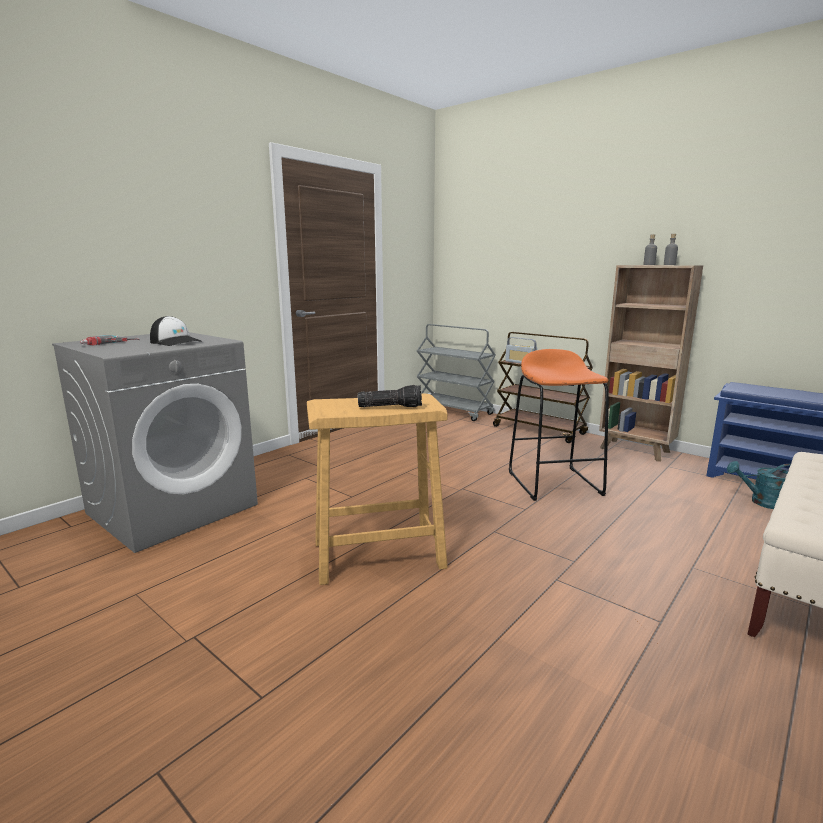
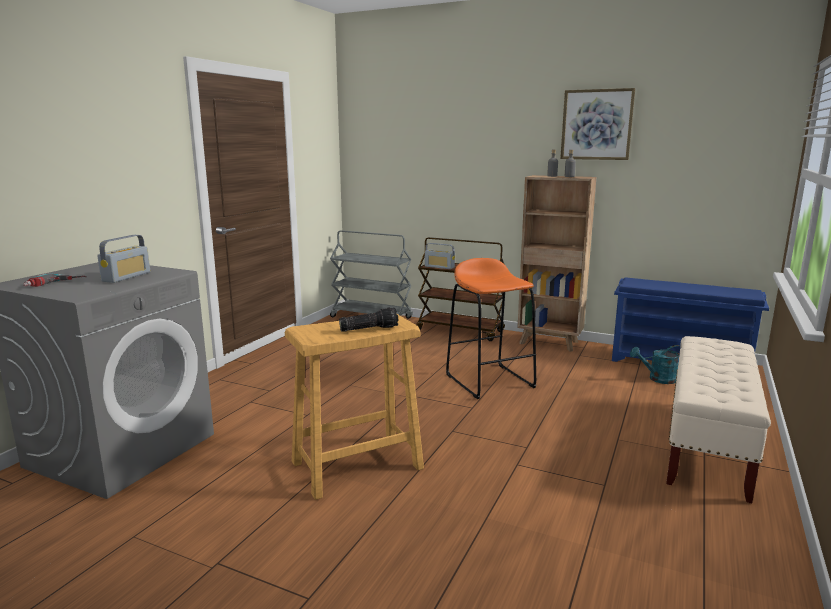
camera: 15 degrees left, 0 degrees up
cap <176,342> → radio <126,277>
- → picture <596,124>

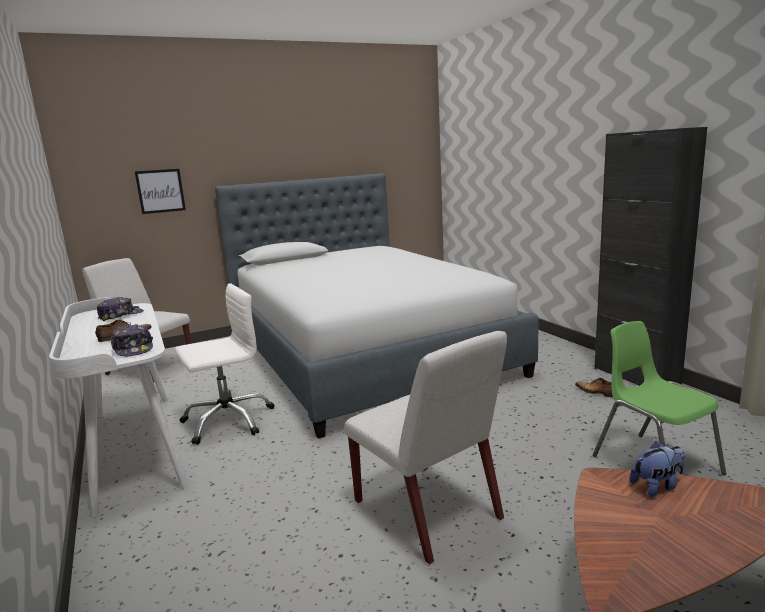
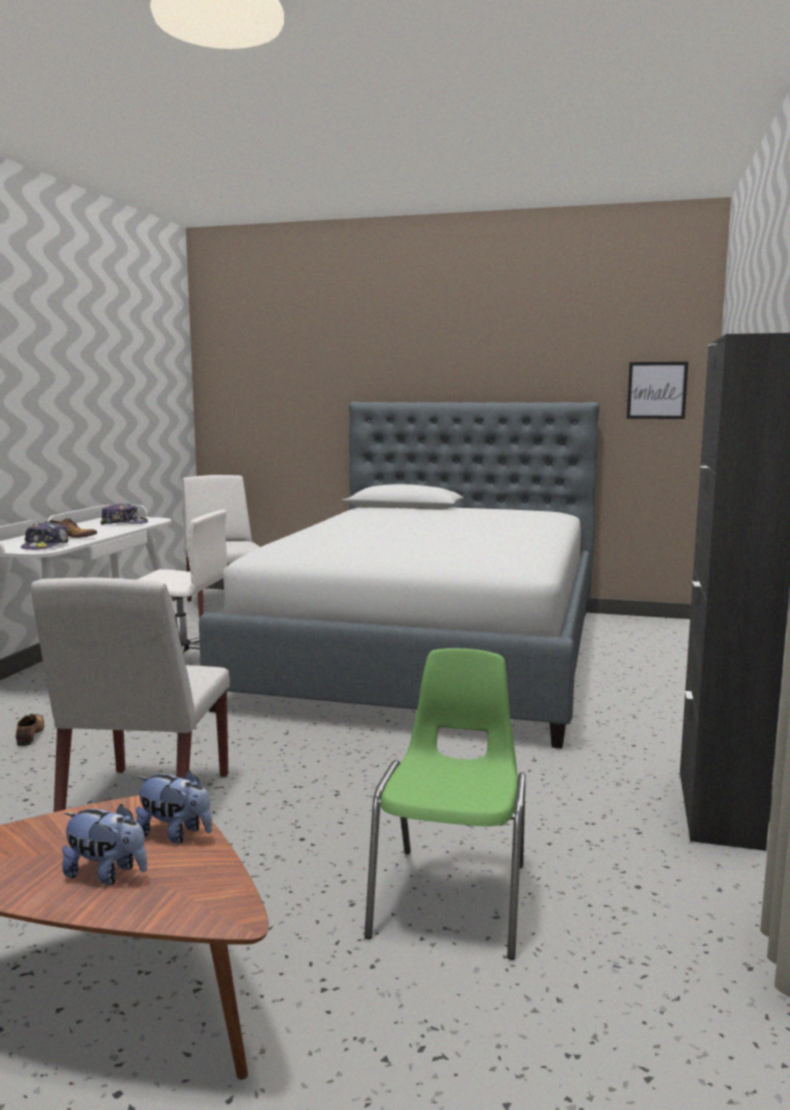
camera: 40 degrees right, 5 degrees down
shoe <596,392> → shoe <30,735>, shifted
- → plush toy <107,874>
picture <160,191> → picture <657,390>, shifted

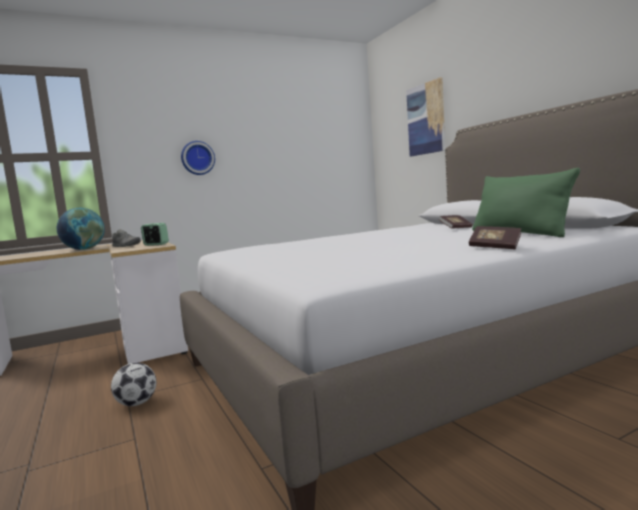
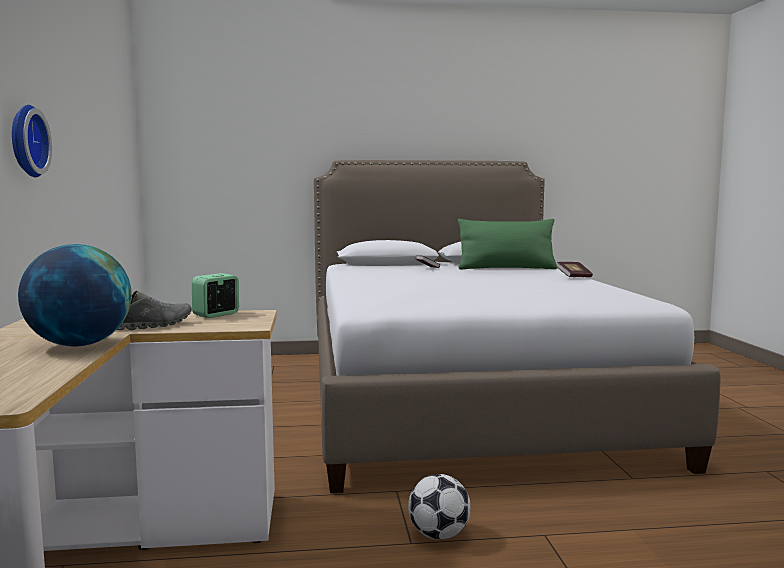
camera: 70 degrees left, 0 degrees up
picture <426,119> → -

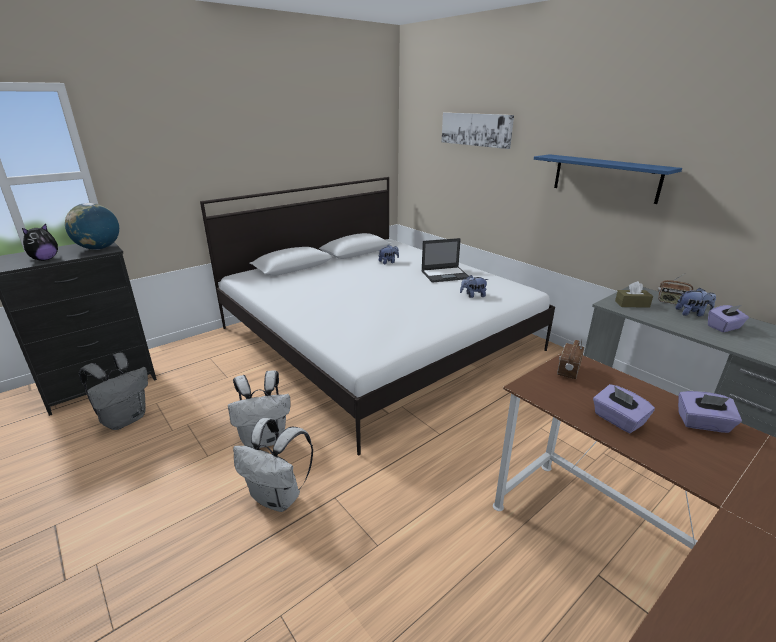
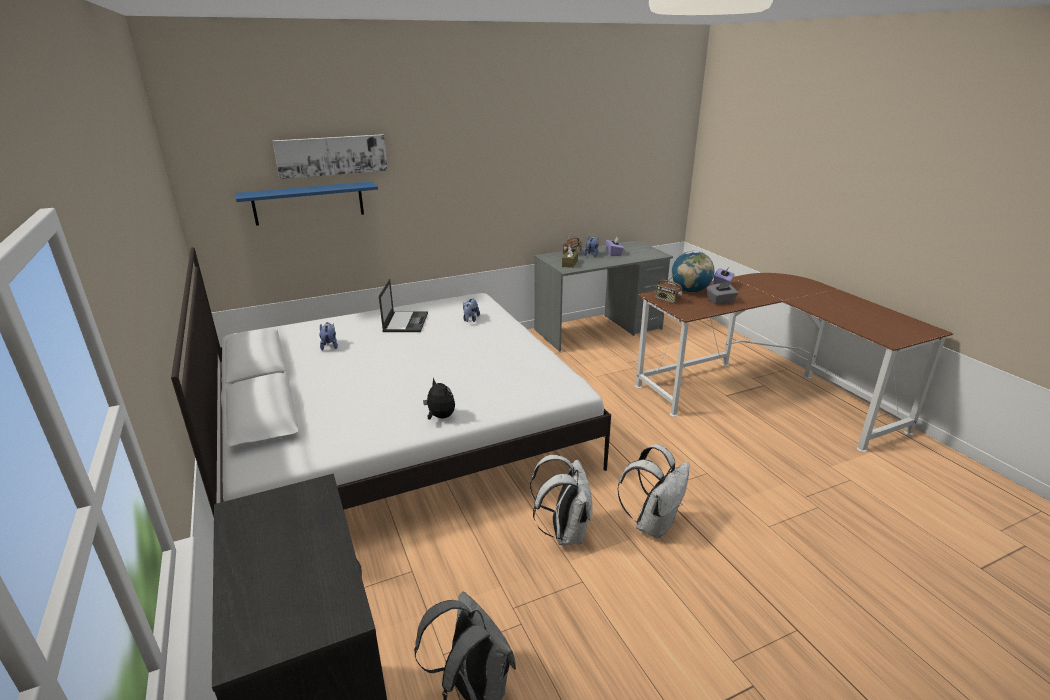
camera: 75 degrees left, 0 degrees up
blue shelf <605,178> → blue shelf <309,203>, shifted
plush toy <45,259> → plush toy <440,417>, shifted
globe <99,248> → globe <690,291>, shifted
purple tissue box <617,420> → grey tissue box <721,301>

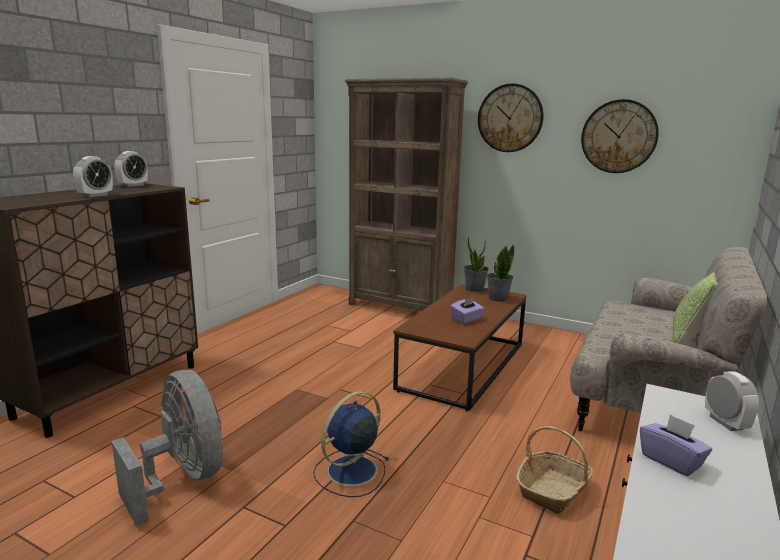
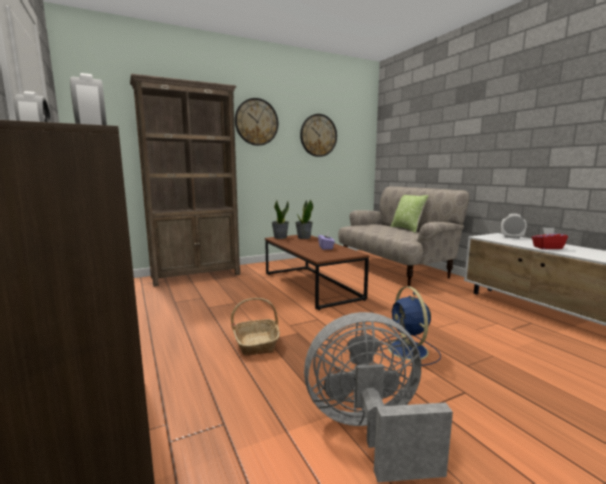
camera: 55 degrees left, 5 degrees down
basket <553,490> → basket <256,343>, shifted
purple tissue box <671,461> → red tissue box <547,247>

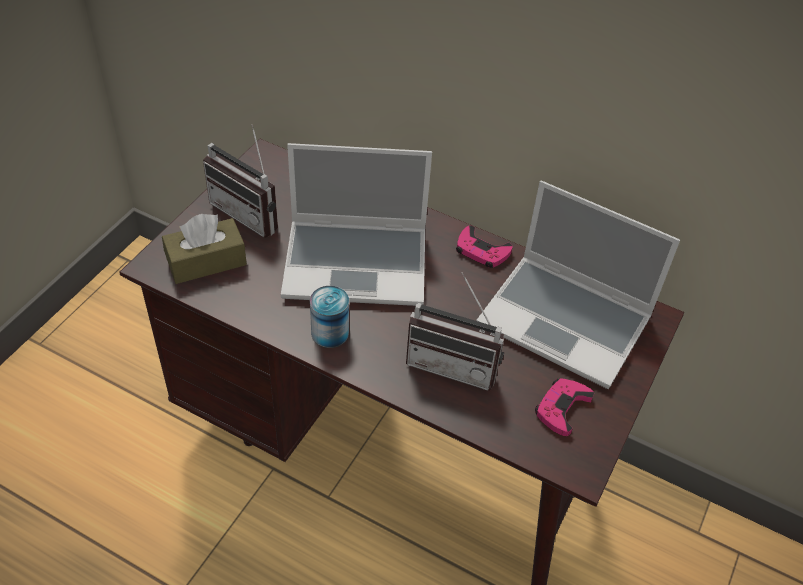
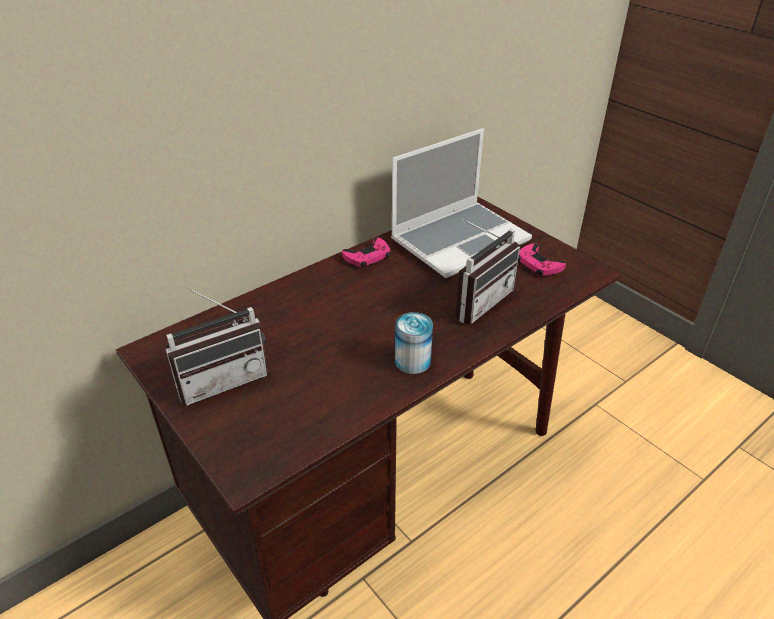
camera: 65 degrees left, 10 degrees down
brown tissue box <206,261> → -
laptop <358,263> → -

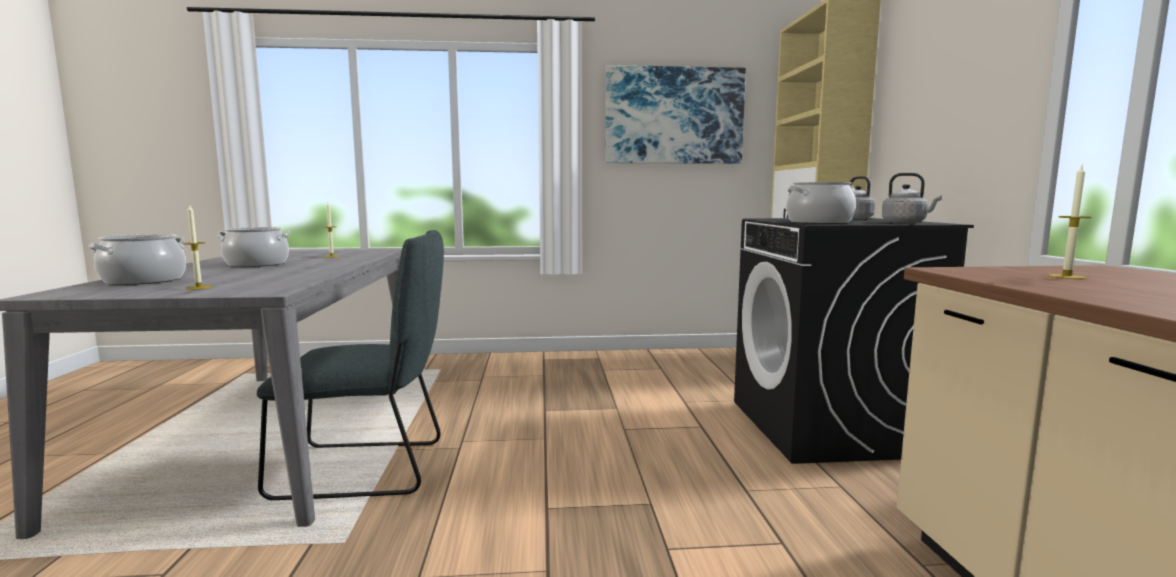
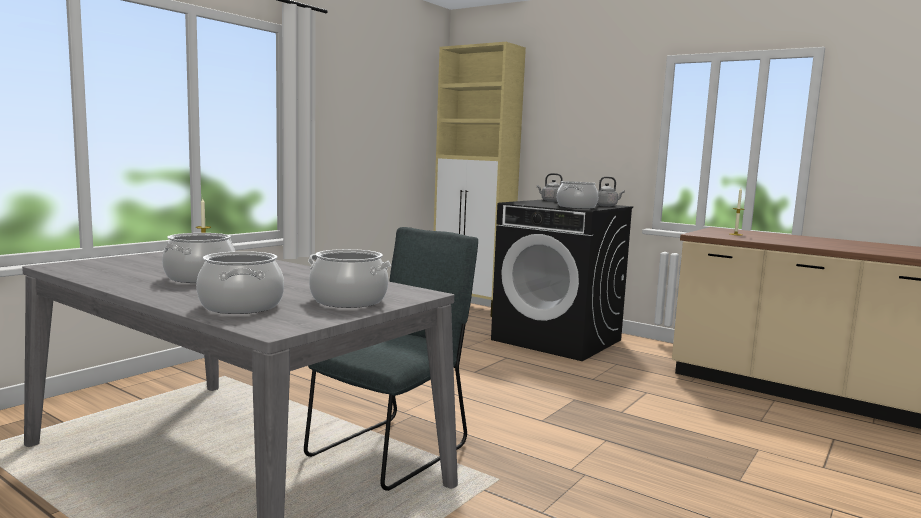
camera: 50 degrees left, 0 degrees up
candle <198,287> → cooking pot <348,301>
picture <674,116> → -

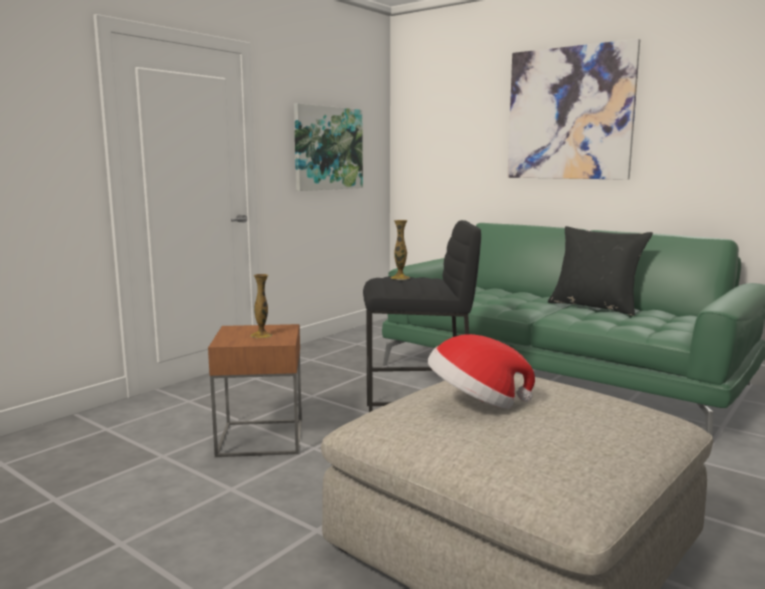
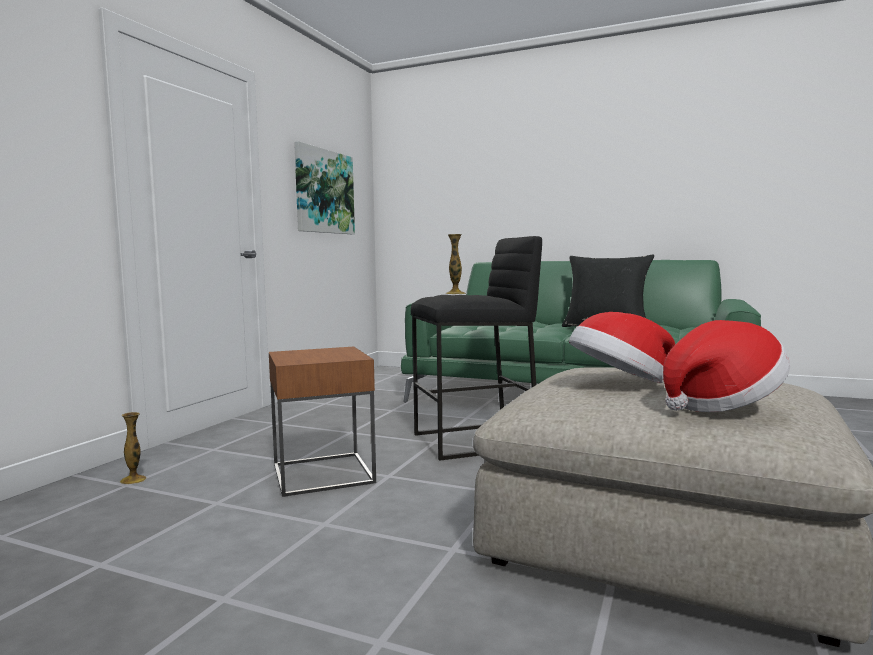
camera: 15 degrees left, 5 degrees down
vase <261,335> → vase <133,480>, shifted
- → hat <720,404>
picture <569,113> → -

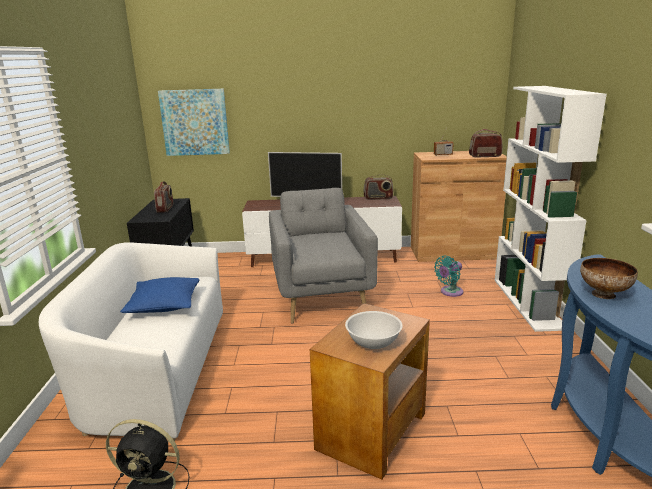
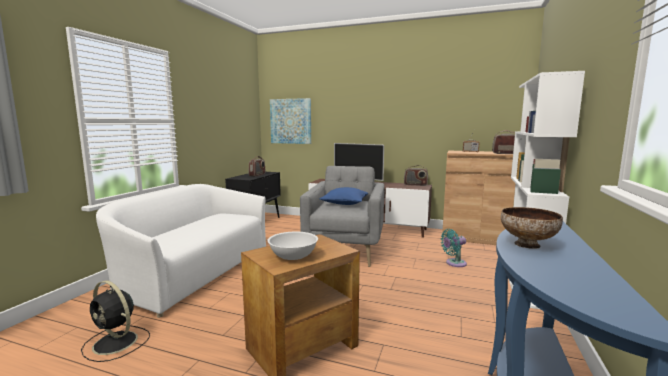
camera: 20 degrees right, 10 degrees down
blue pillow <164,305> → blue pillow <344,203>, shifted

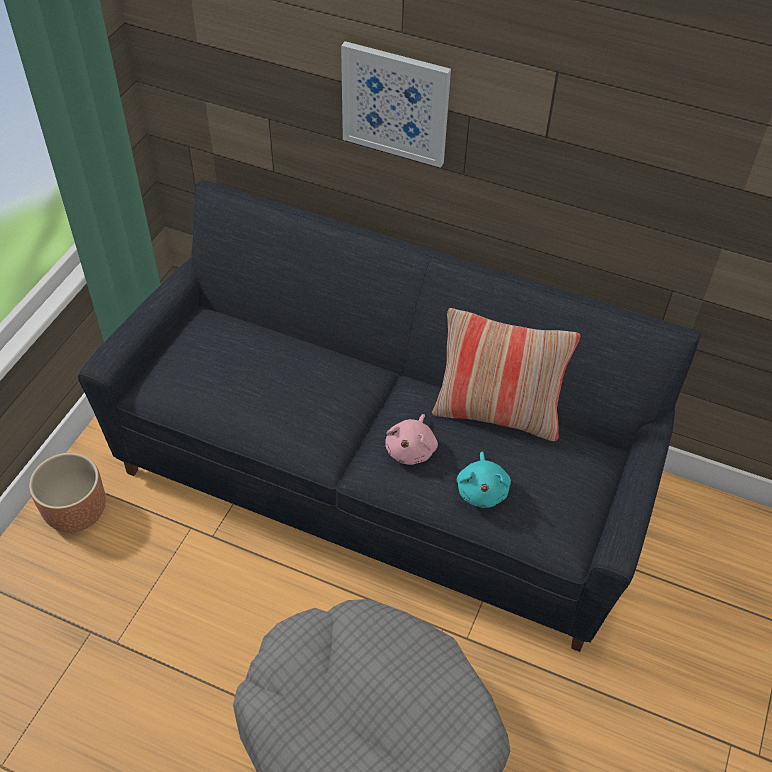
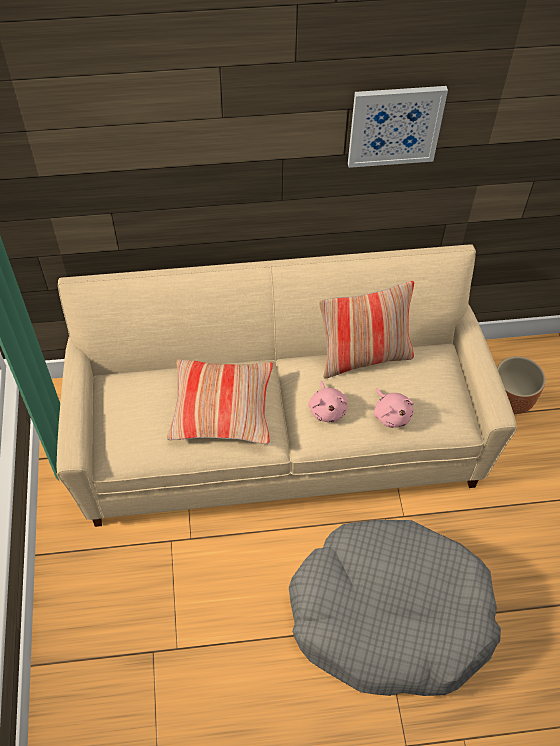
camera: 30 degrees left, 5 degrees up
black sofa <383,475> → beige sofa <278,434>
- → pillow <222,408>
picture <395,103> → picture <395,125>, shifted
turquoise plush toy <482,490> → pink plush toy <391,414>
brown planter <76,511> → brown planter <510,399>, shifted

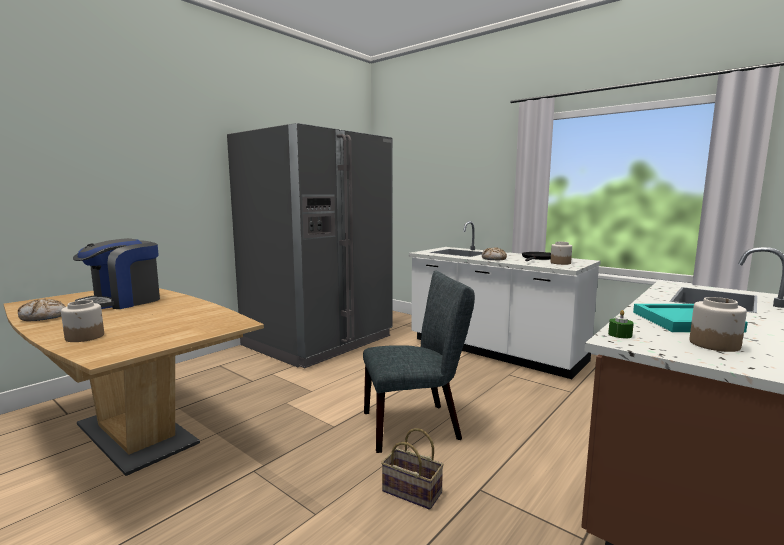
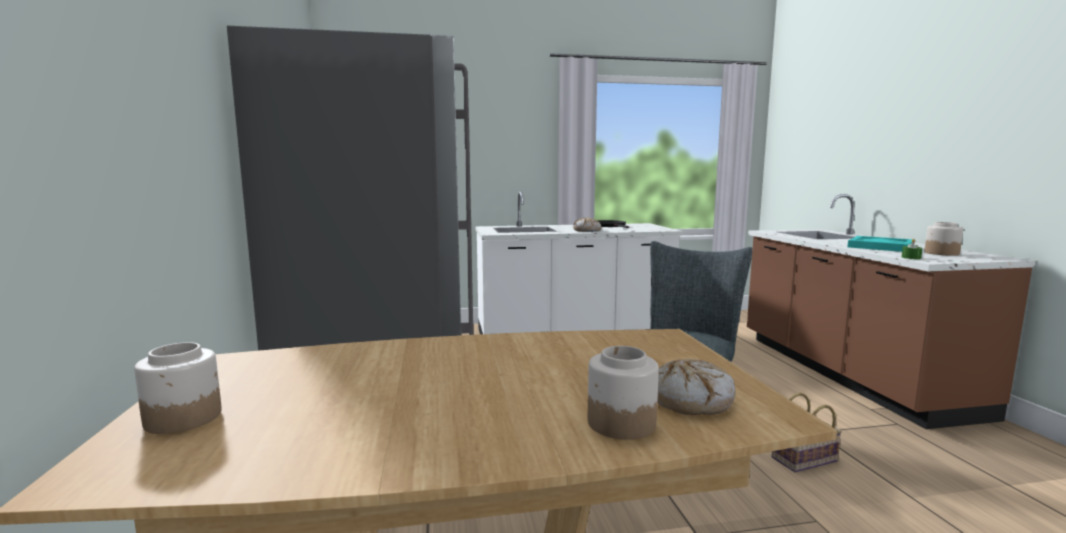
camera: 50 degrees left, 0 degrees up
jar <560,263> → jar <184,418>, shifted
bread <44,317> → bread <691,400>, shifted
coffee machine <123,302> → -

